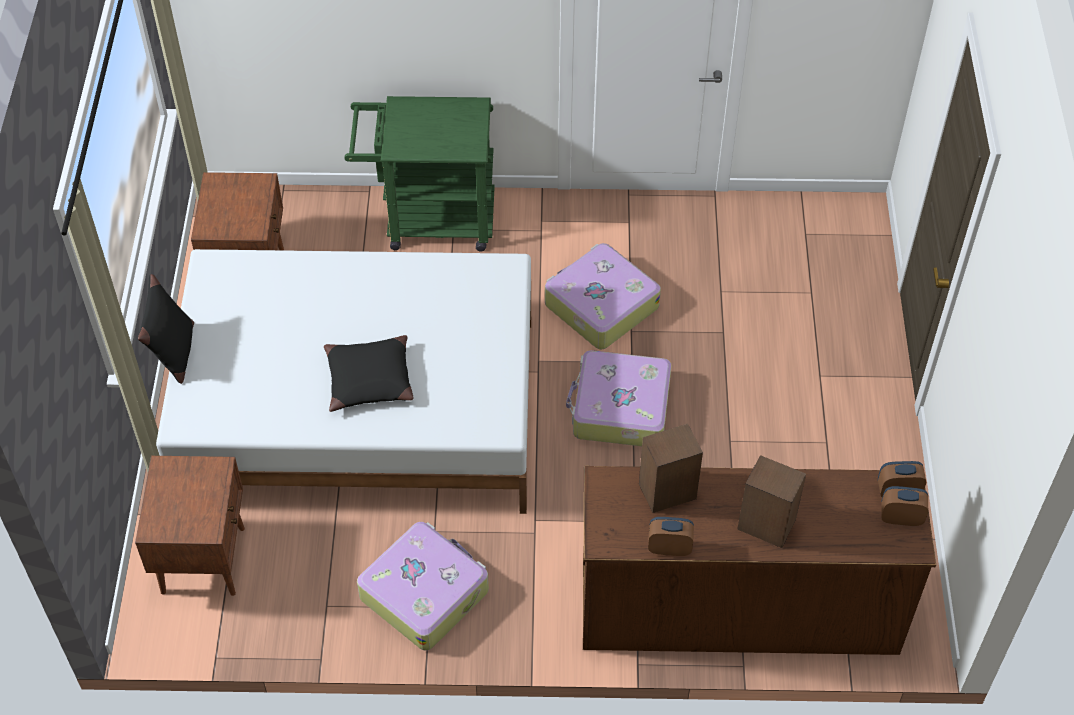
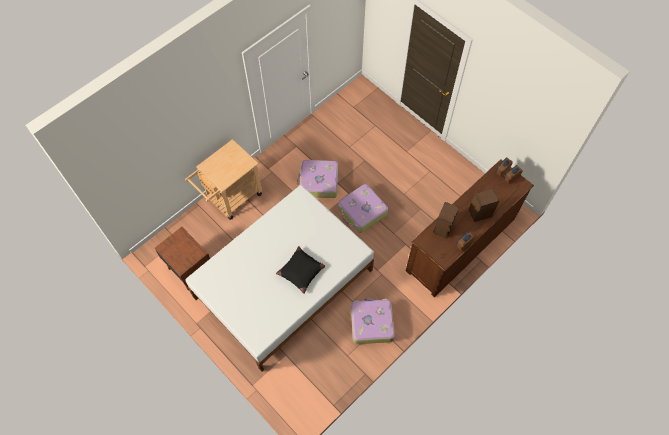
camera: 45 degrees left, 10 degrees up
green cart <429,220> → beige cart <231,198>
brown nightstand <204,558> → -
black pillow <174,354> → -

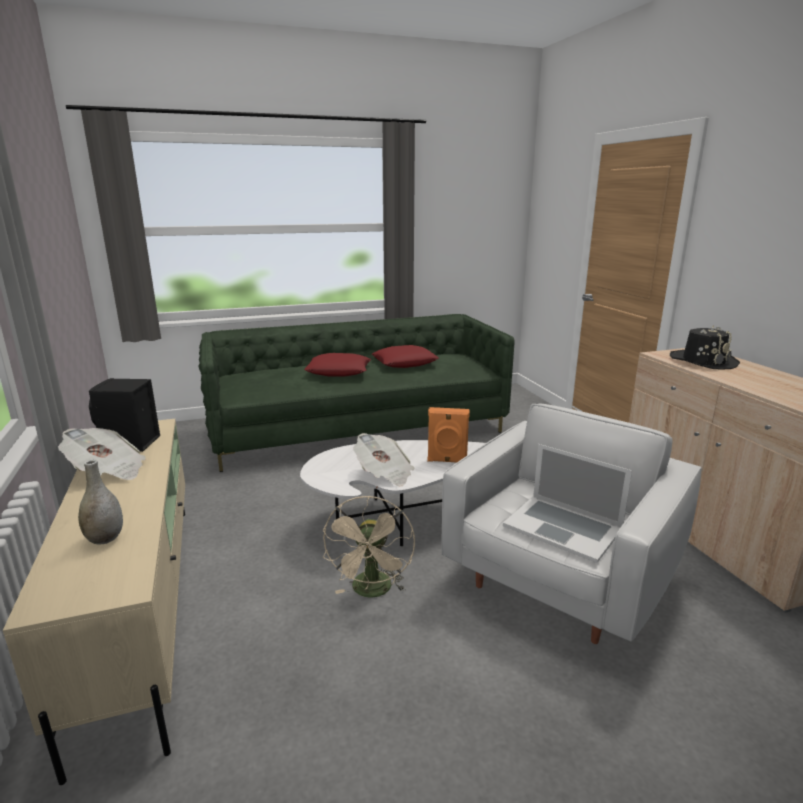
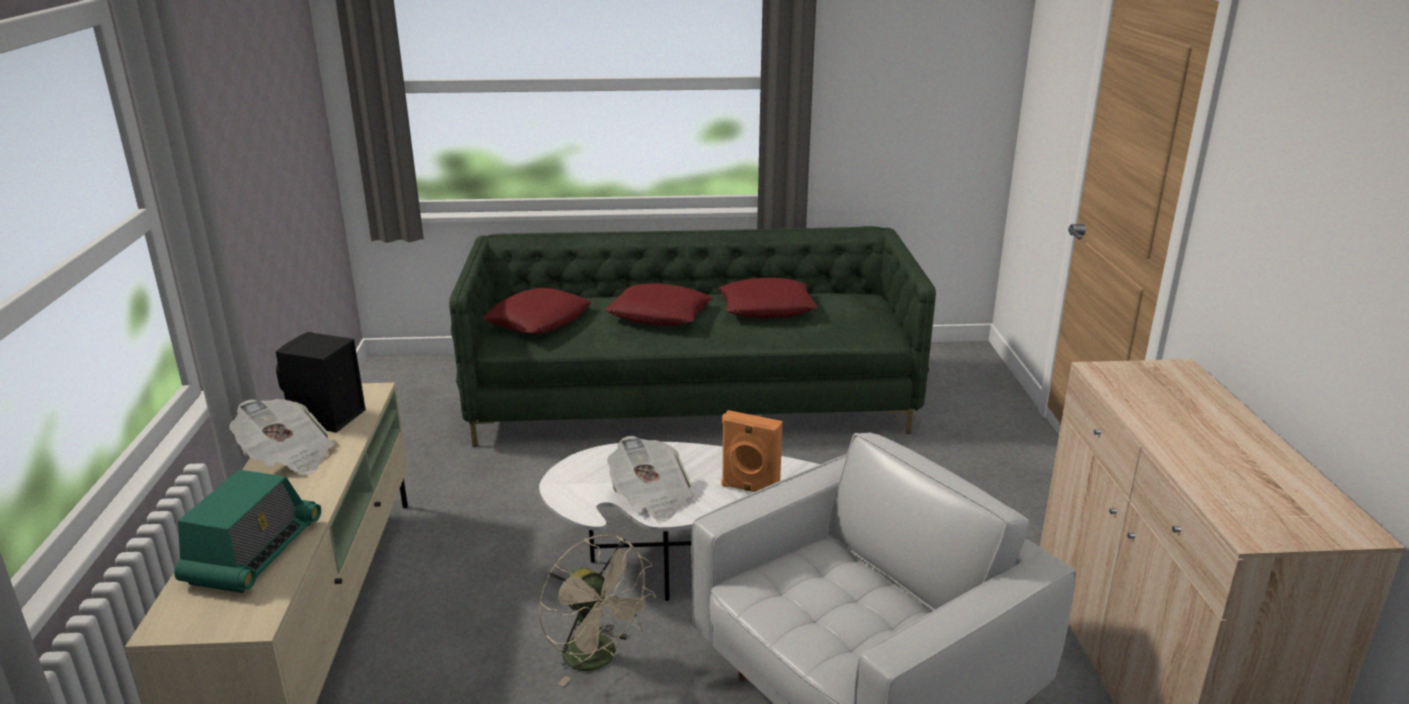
camera: 15 degrees right, 5 degrees up
grey vase <105,538> → radio <253,553>
- → red pillow <539,320>
beige fan <372,591> → beige fan <598,659>, 60 degrees counterclockwise
laptop <563,527> → -
black hat <703,361> → -

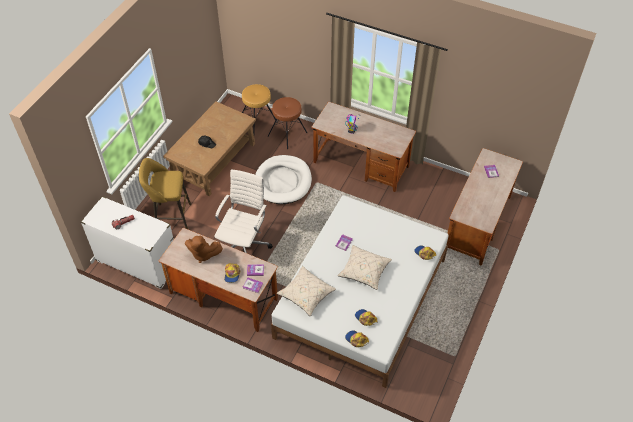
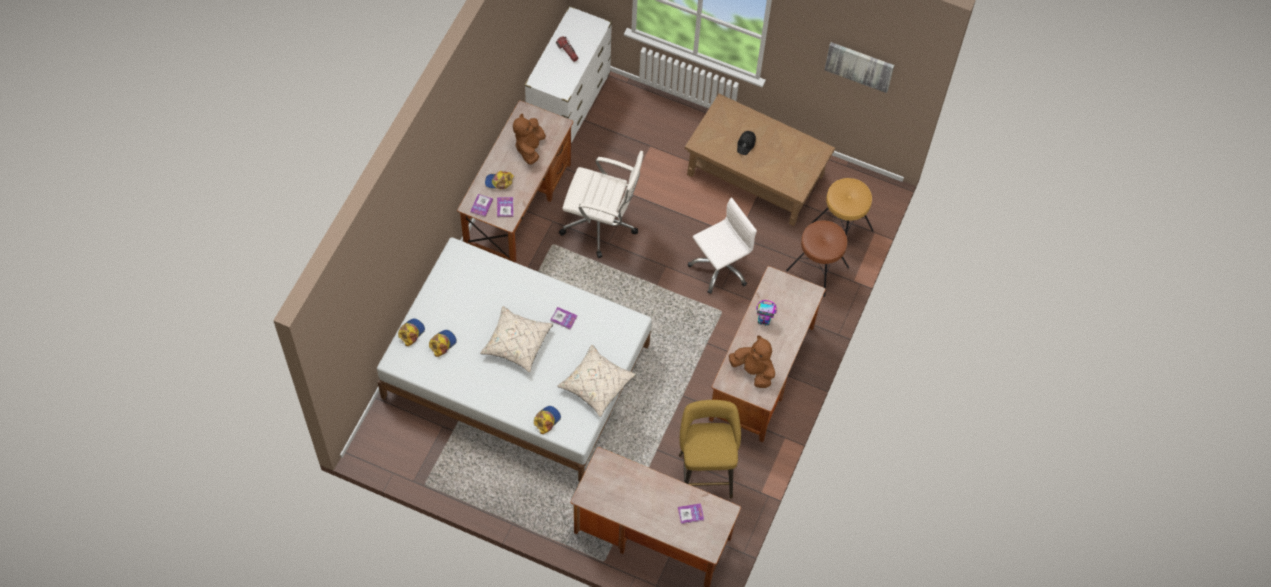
camera: 85 degrees right, 10 degrees up
beige pillow <306,294> → beige pillow <596,384>, shifted
yellow stool <170,216> → yellow stool <705,472>, shifted
white dog bed <283,181> → white office chair <720,267>
- → brown plush toy <753,371>
- → picture <859,66>

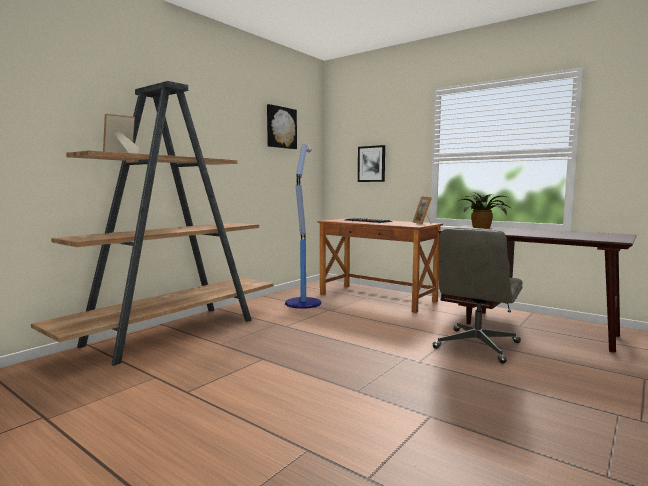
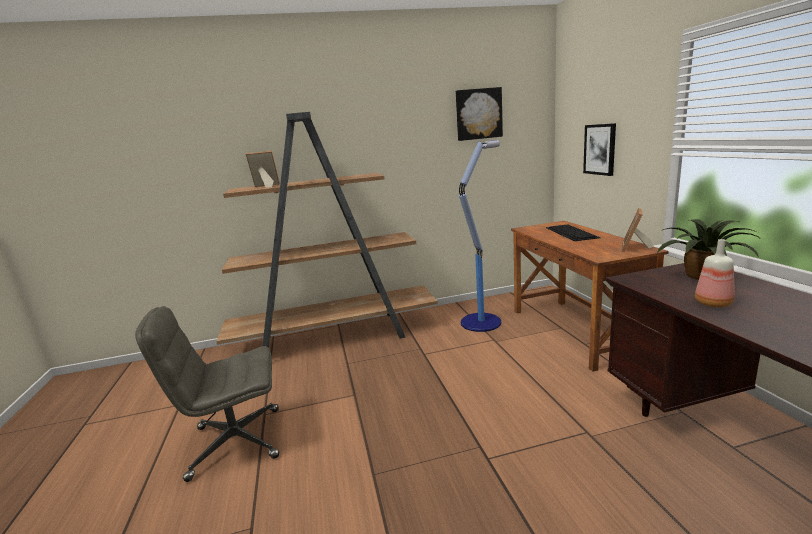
camera: 40 degrees right, 10 degrees up
grey office chair <477,346> → grey office chair <235,443>, shifted
- → bottle <714,304>

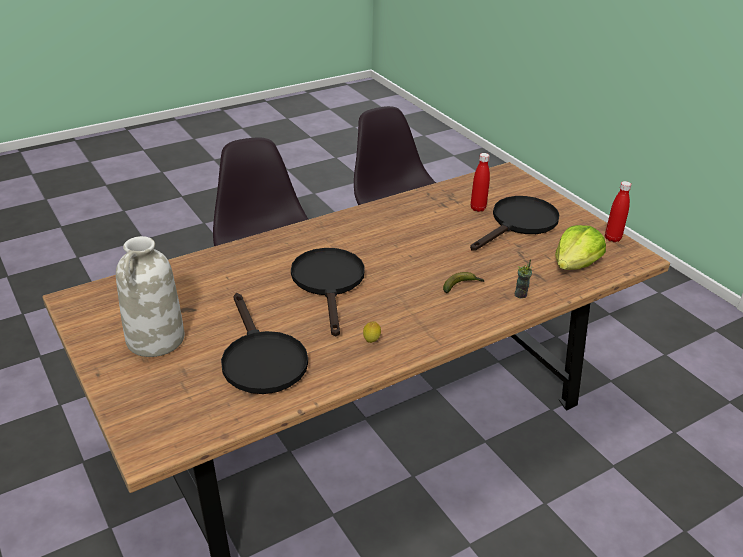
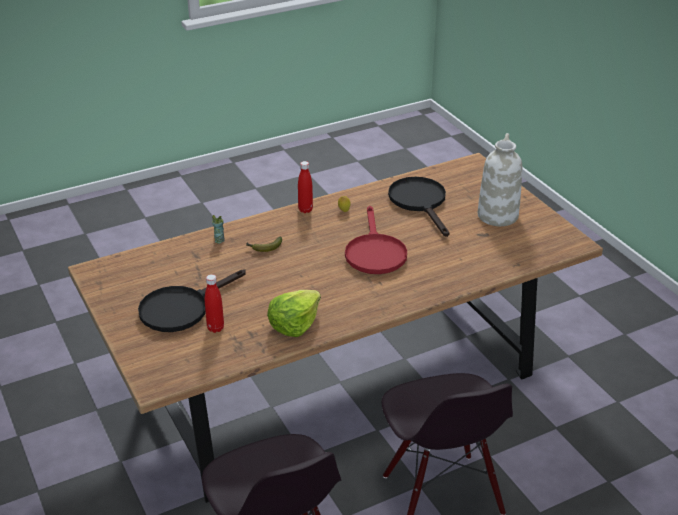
camera: 175 degrees left, 0 degrees up
lettuce <575,265> → lettuce <294,324>, shifted
red bottle <612,238> → red bottle <305,210>, shifted
black frying pan <329,283> → red frying pan <374,252>

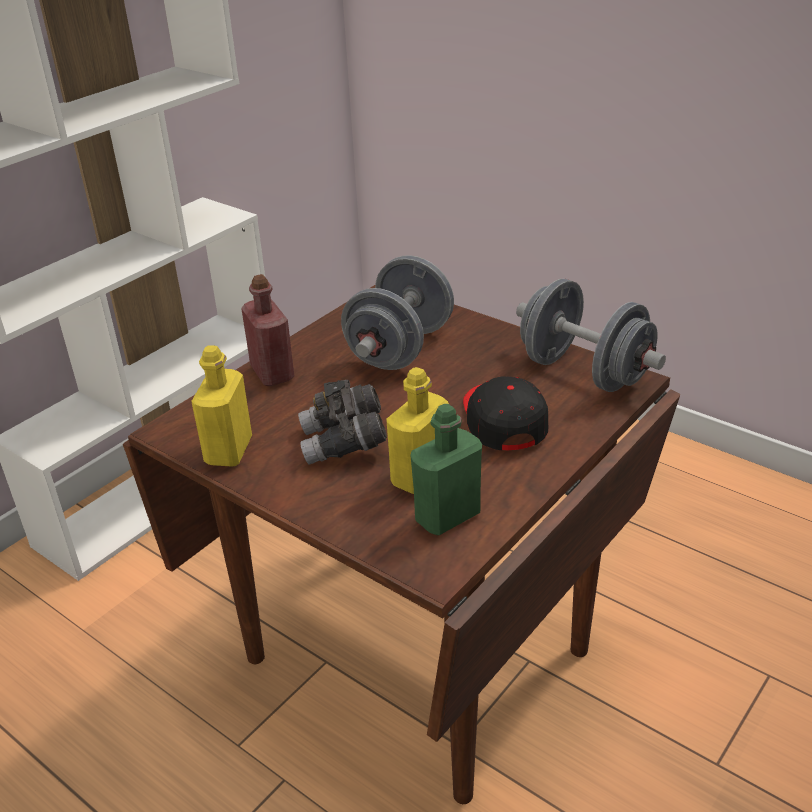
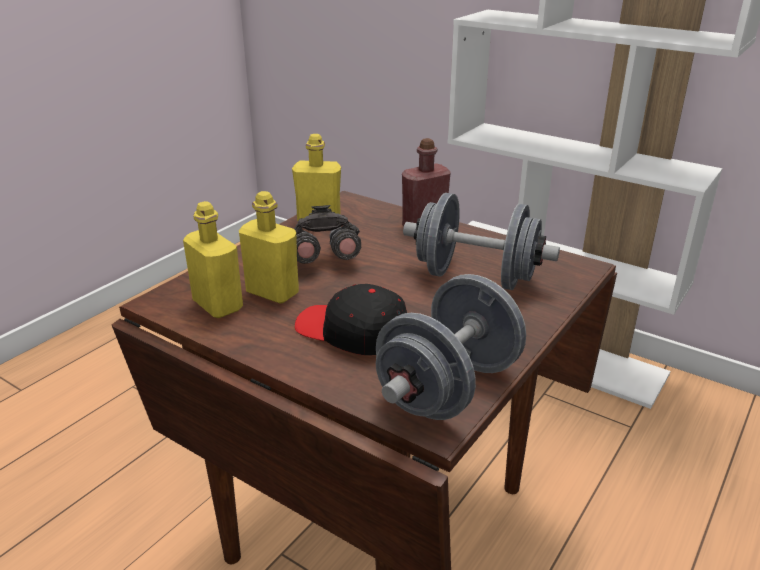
camera: 85 degrees right, 5 degrees down
green bottle <447,516> → yellow bottle <218,305>
black cap <502,420> → black cap <352,332>, 135 degrees counterclockwise

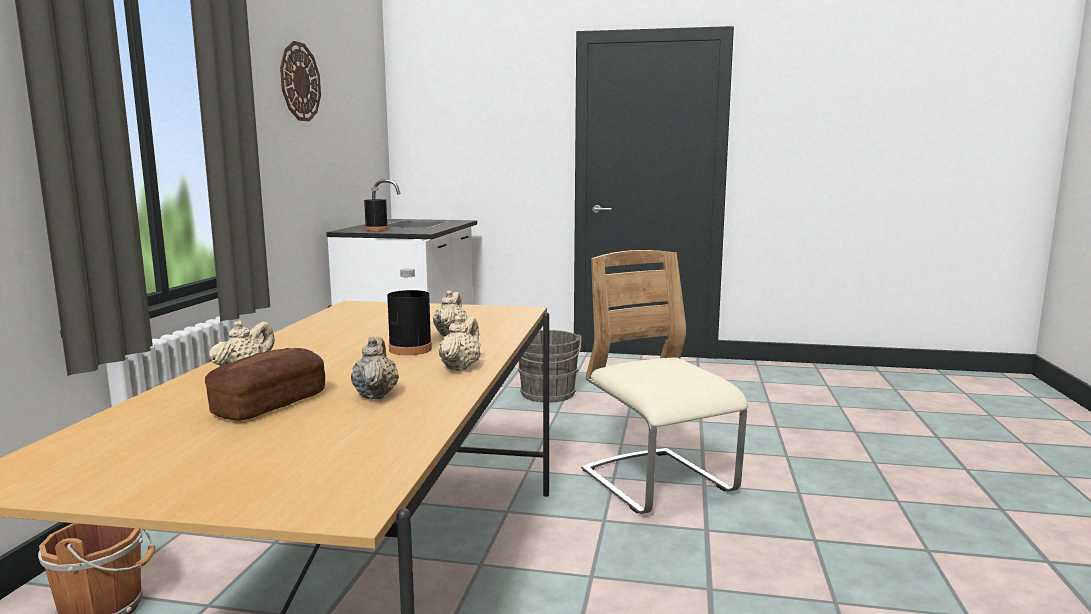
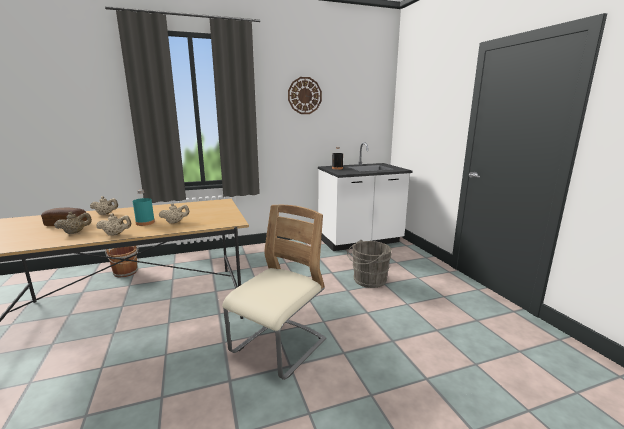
camera: 60 degrees right, 5 degrees up
black bottle <410,349> → turquoise bottle <145,223>

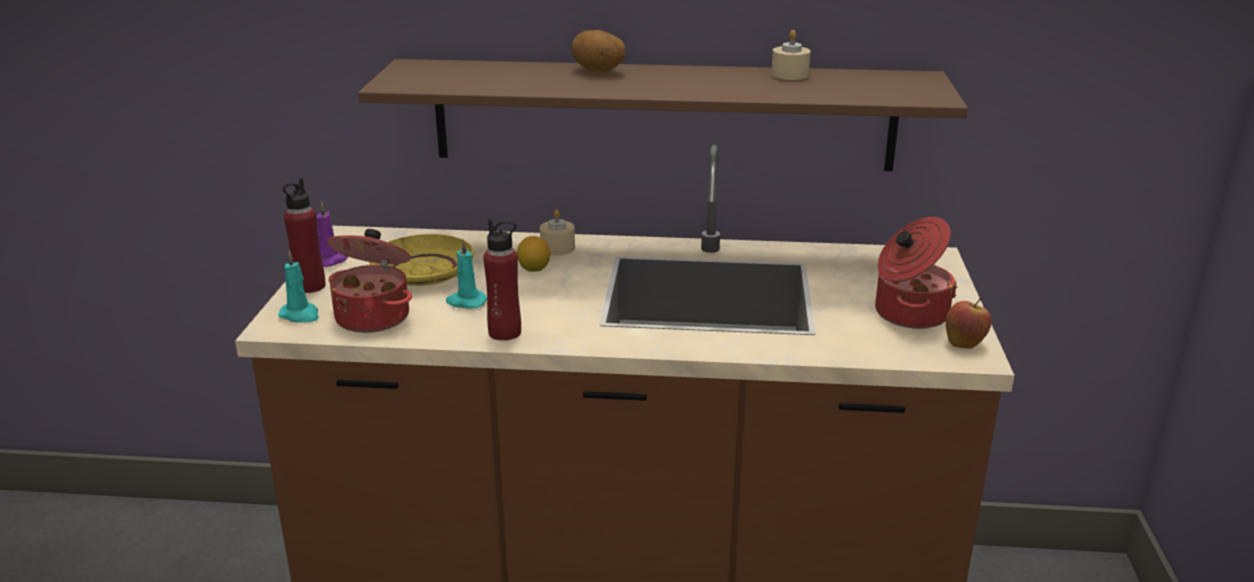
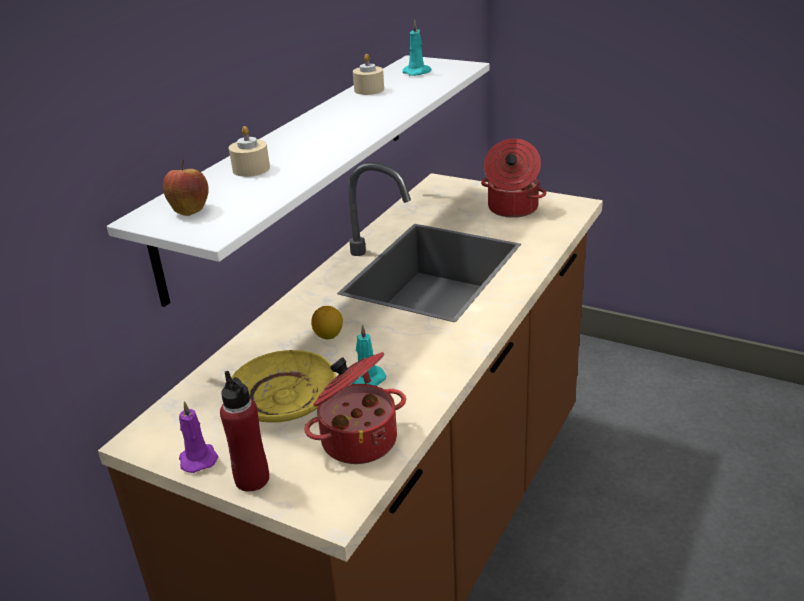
camera: 65 degrees left, 5 degrees up
brown shelf <663,114> → white shelf <294,165>
apple <964,344> → apple <190,210>, shifted
beige candle <557,248> → beige candle <251,169>, shifted
turquoise candle <300,315> → turquoise candle <418,72>, shifted
red bottle <505,332> → -
potato <598,71> → -

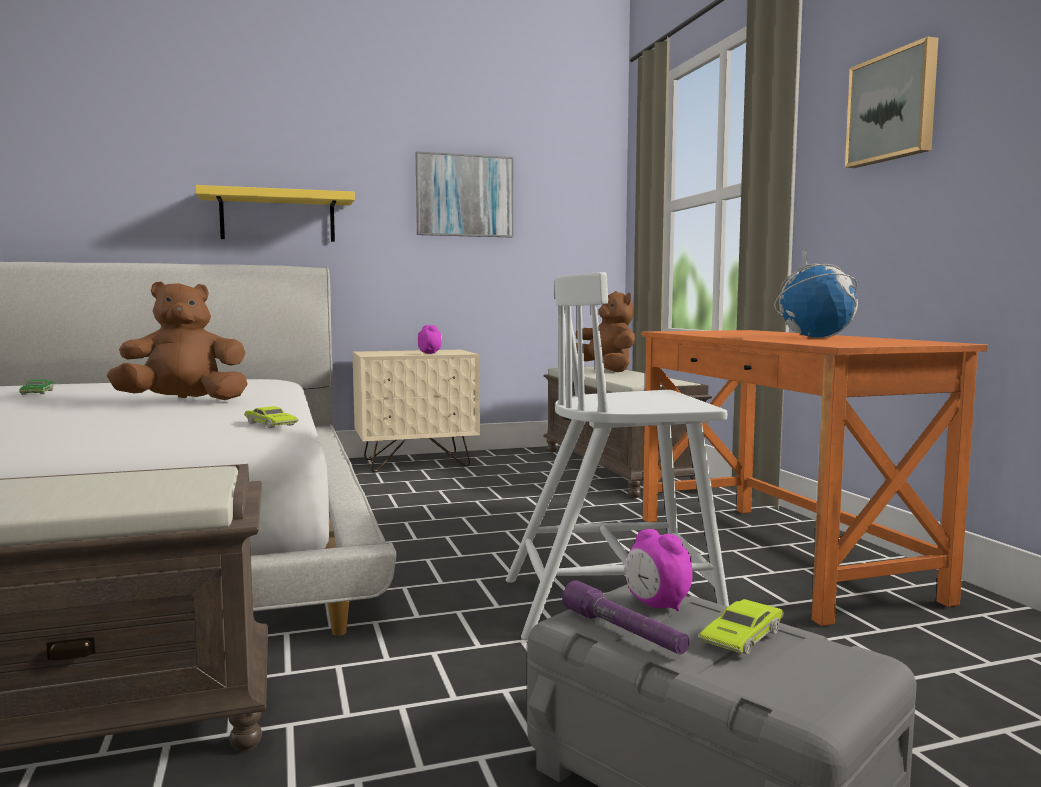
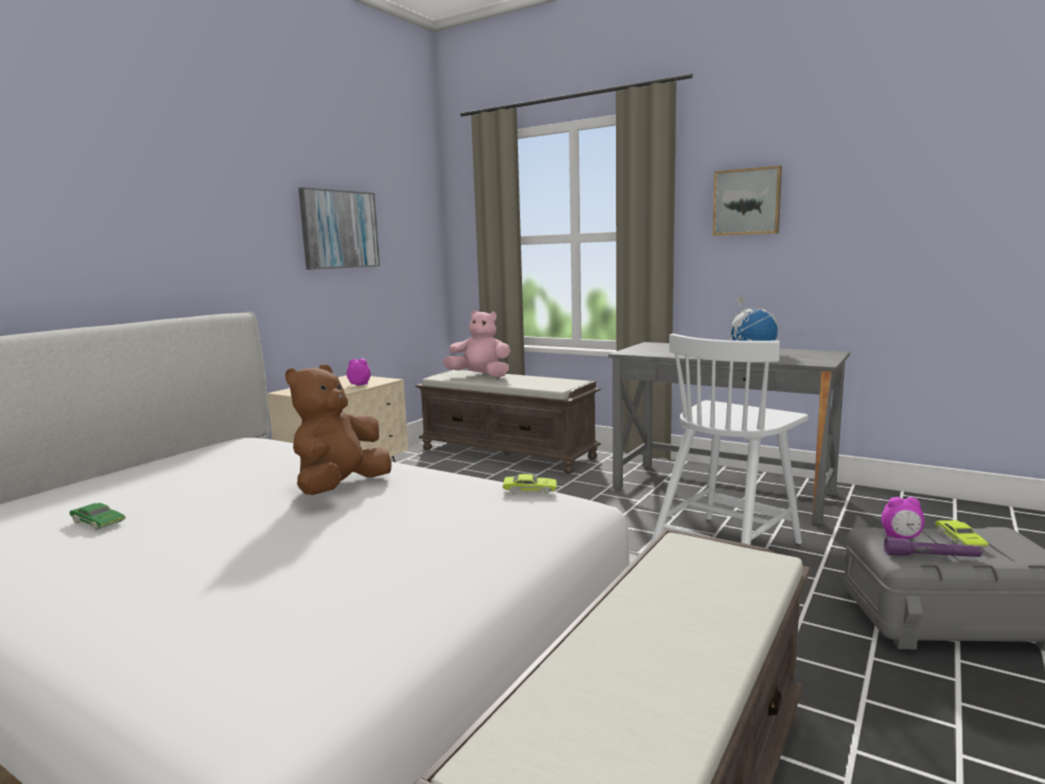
camera: 40 degrees left, 5 degrees up
brown plush toy <605,370> → pink plush toy <480,376>
orange desk <776,556> → grey desk <722,490>
yellow shelf <278,217> → -

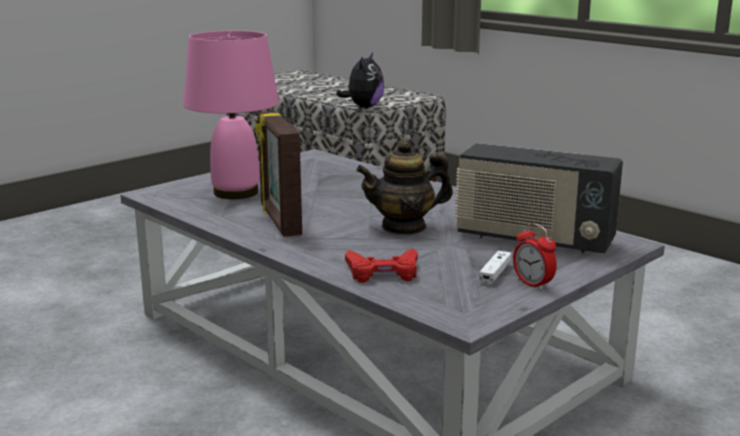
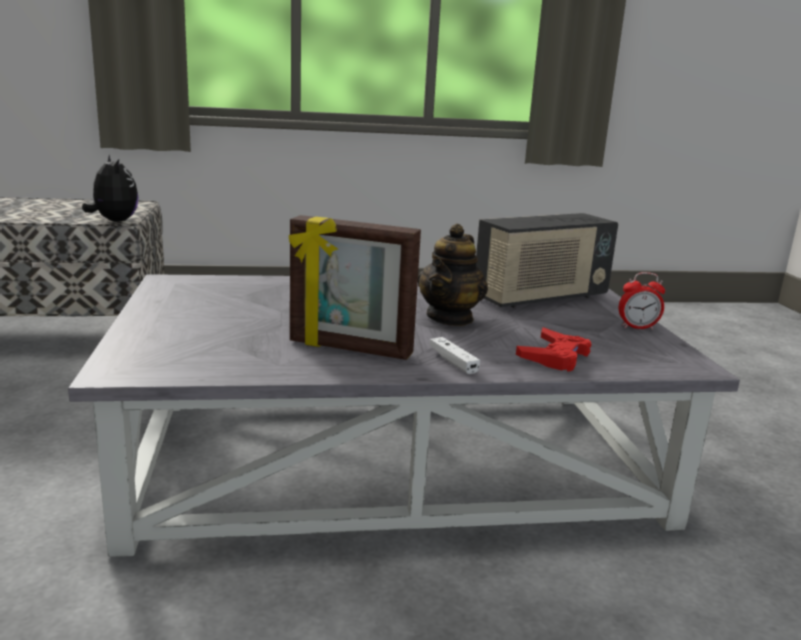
camera: 55 degrees left, 0 degrees up
white game controller <495,273> → white game controller <453,362>, shifted
pink table lamp <237,192> → -

